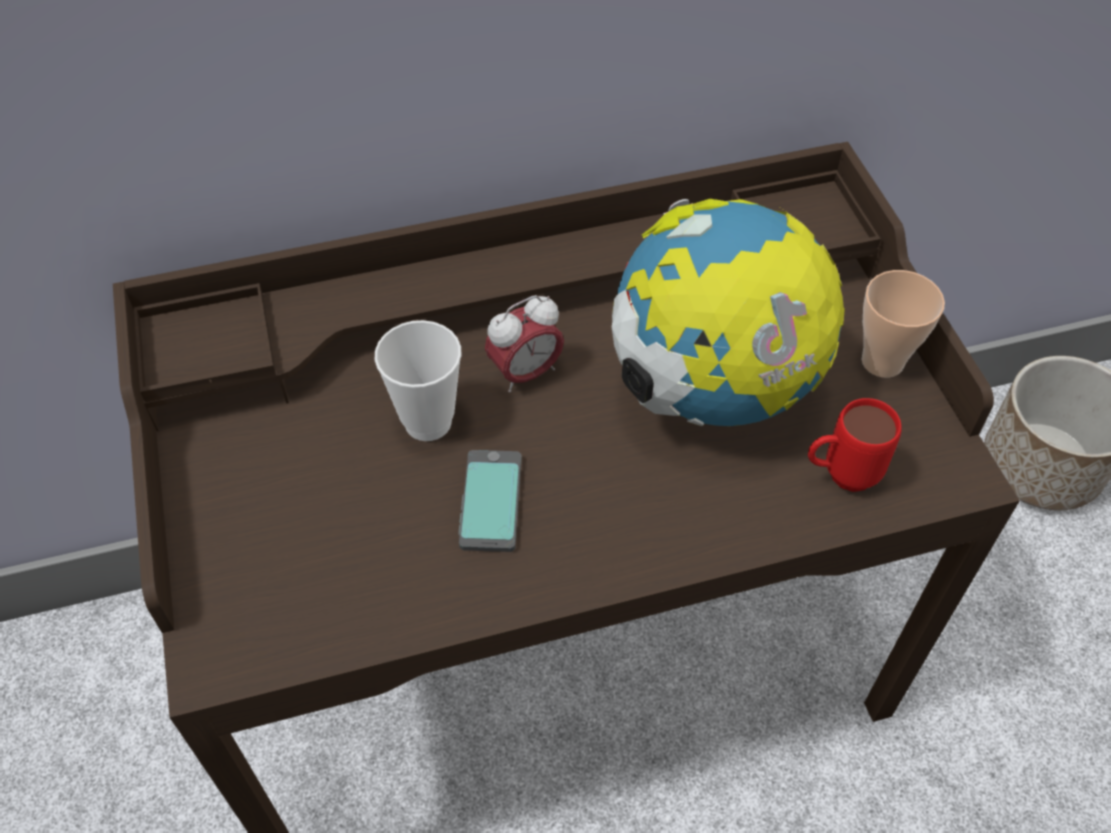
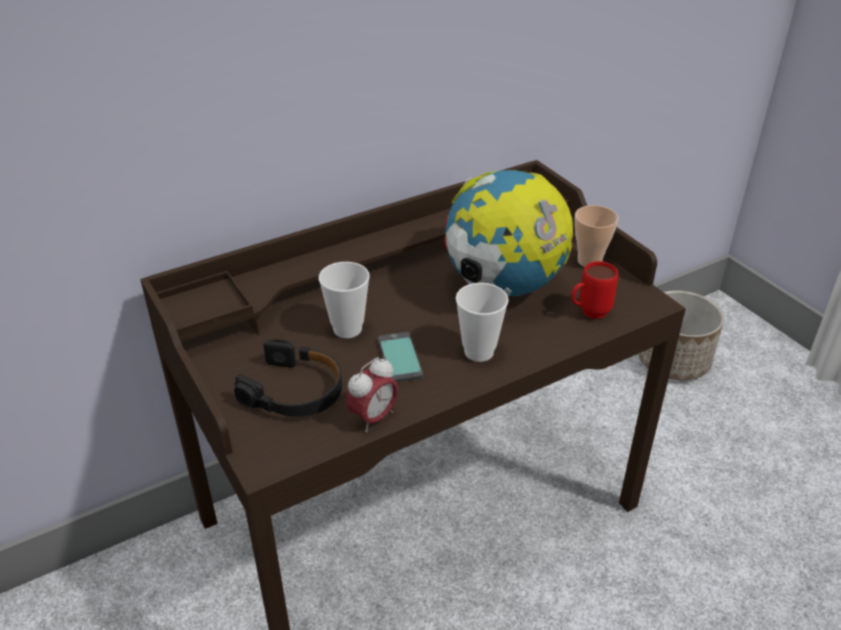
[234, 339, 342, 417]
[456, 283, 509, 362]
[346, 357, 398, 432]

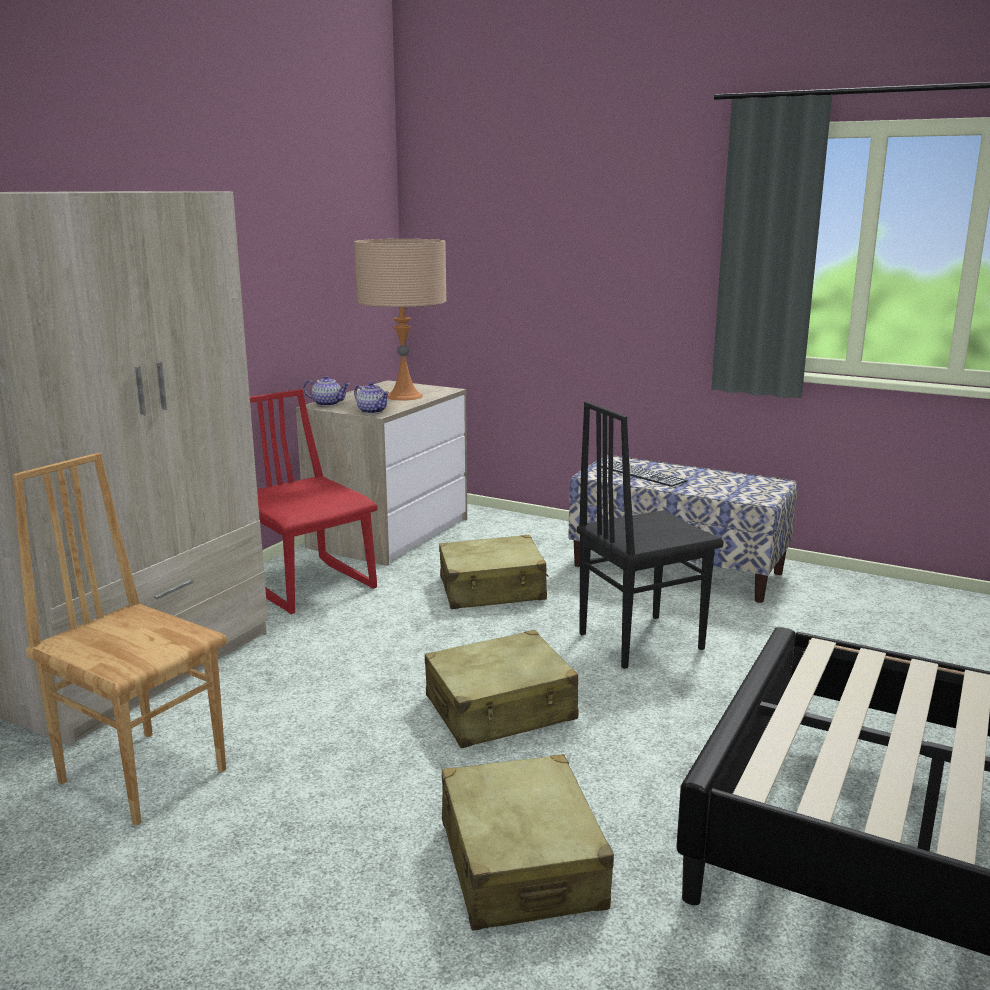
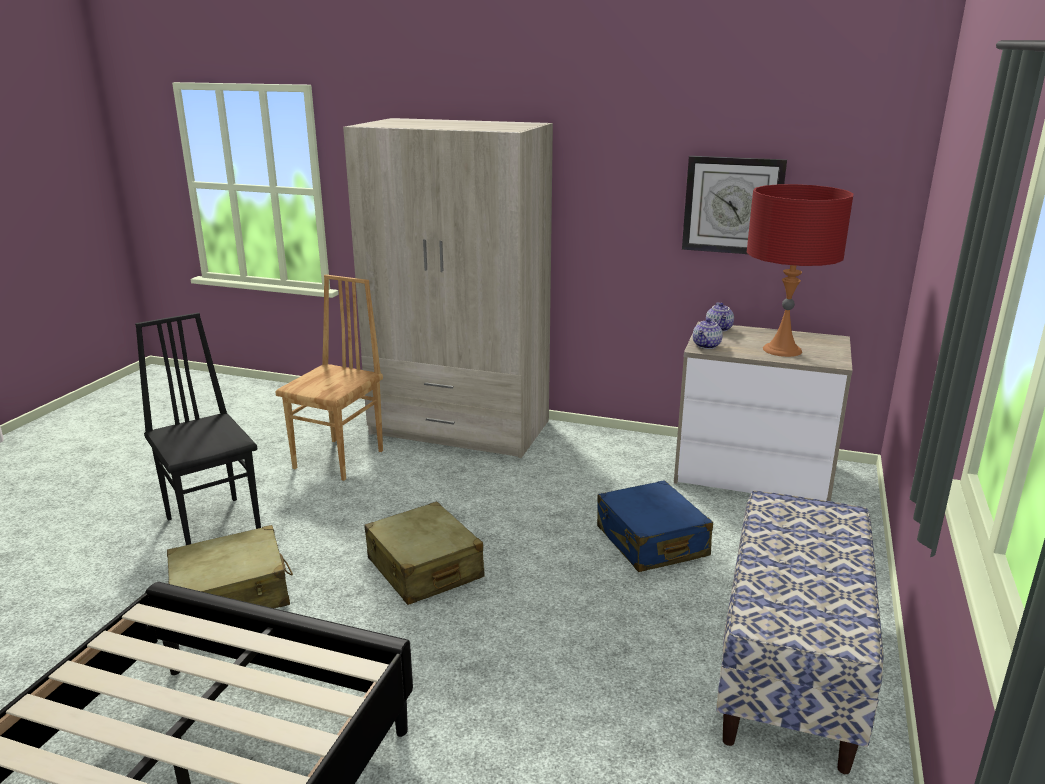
[250, 389, 378, 614] (first image)
[601, 461, 688, 487] (first image)
[682, 156, 787, 254]
[135, 313, 261, 545]
[747, 184, 853, 357]
[597, 480, 713, 572]

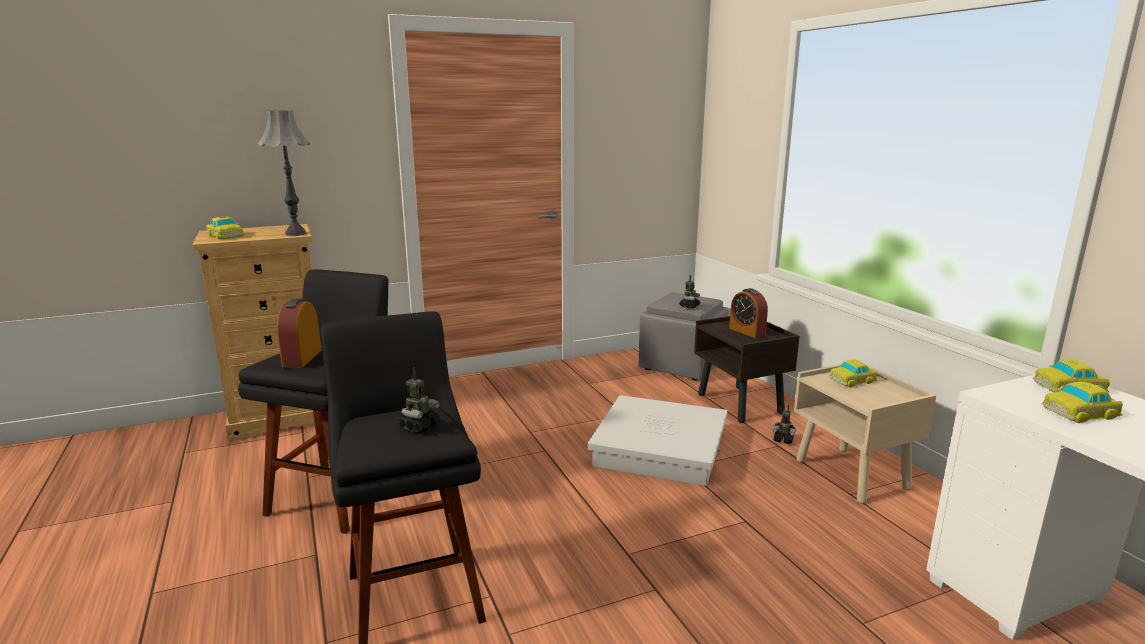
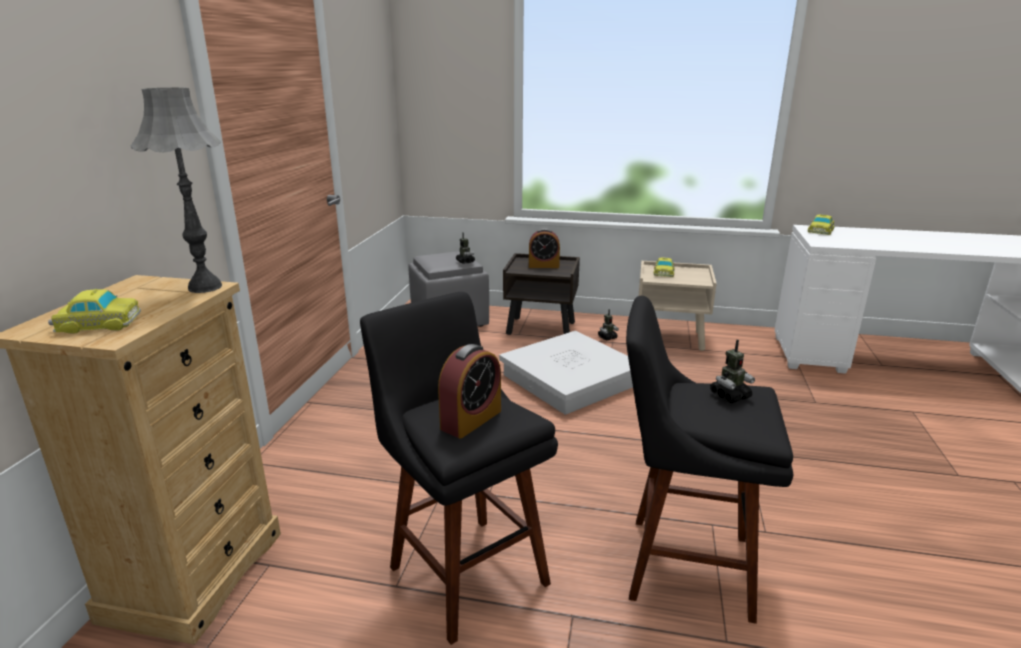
[1042, 382, 1123, 423] (first image)
[438, 344, 501, 438]
[710, 339, 755, 403]

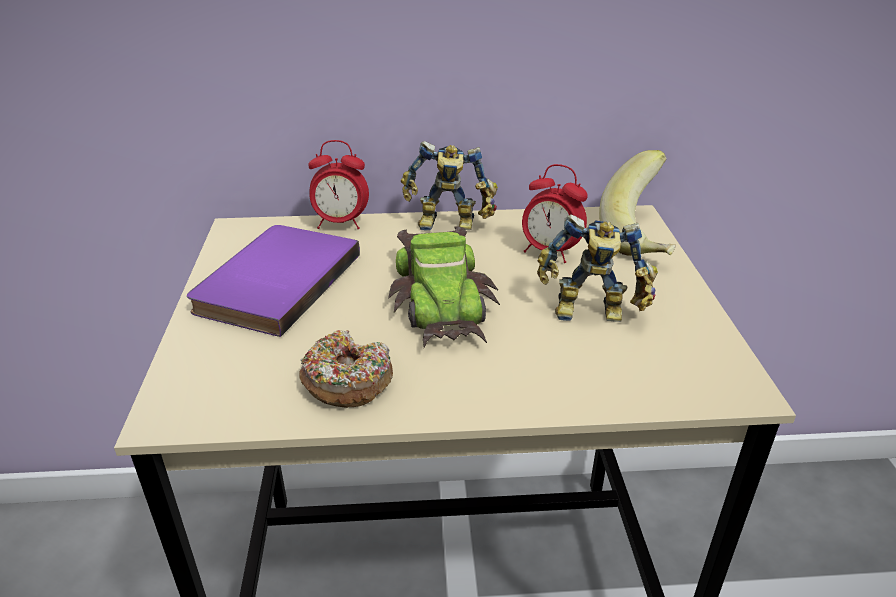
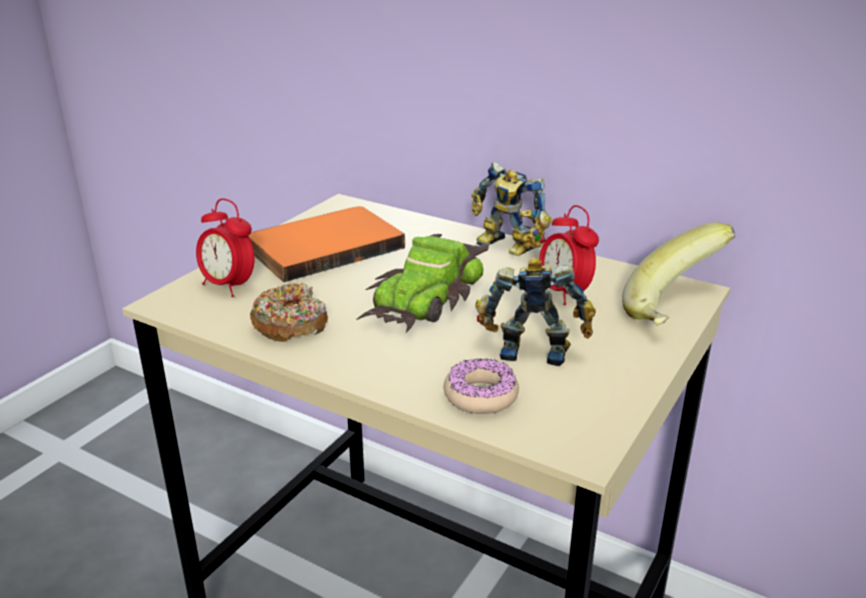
[444, 358, 519, 414]
[196, 198, 254, 297]
[248, 206, 405, 282]
[475, 257, 596, 366]

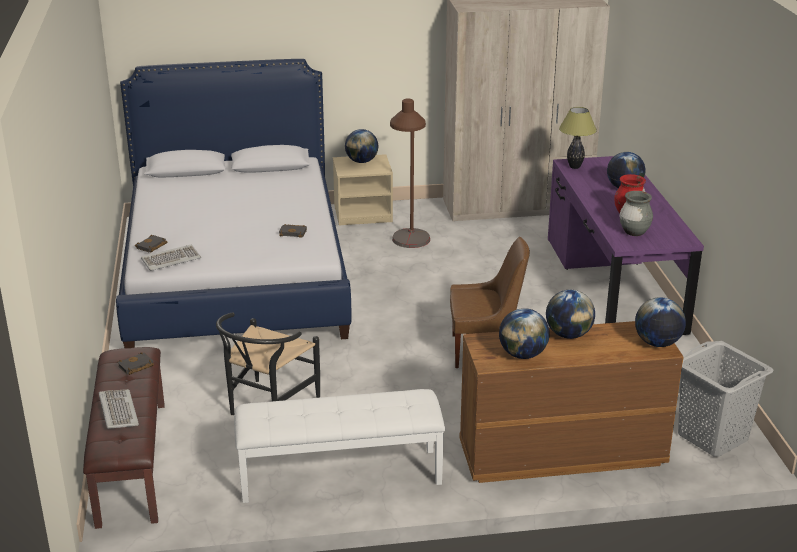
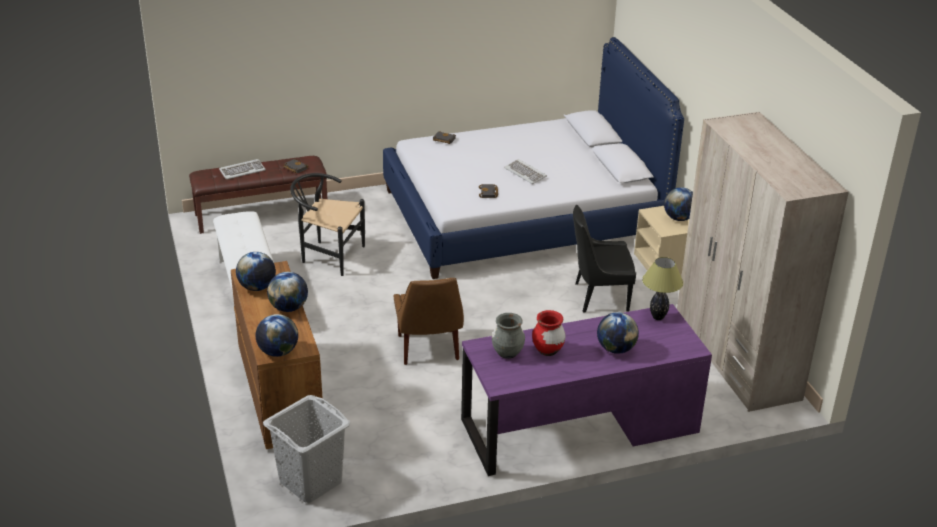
[504, 159, 547, 184]
[573, 205, 636, 313]

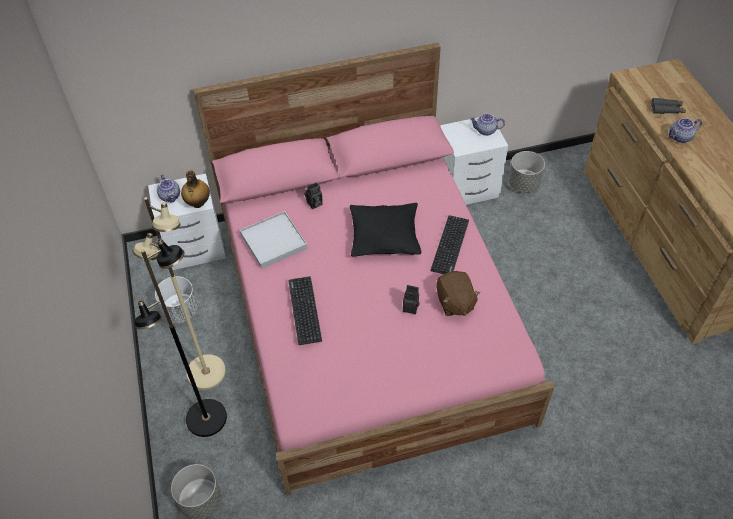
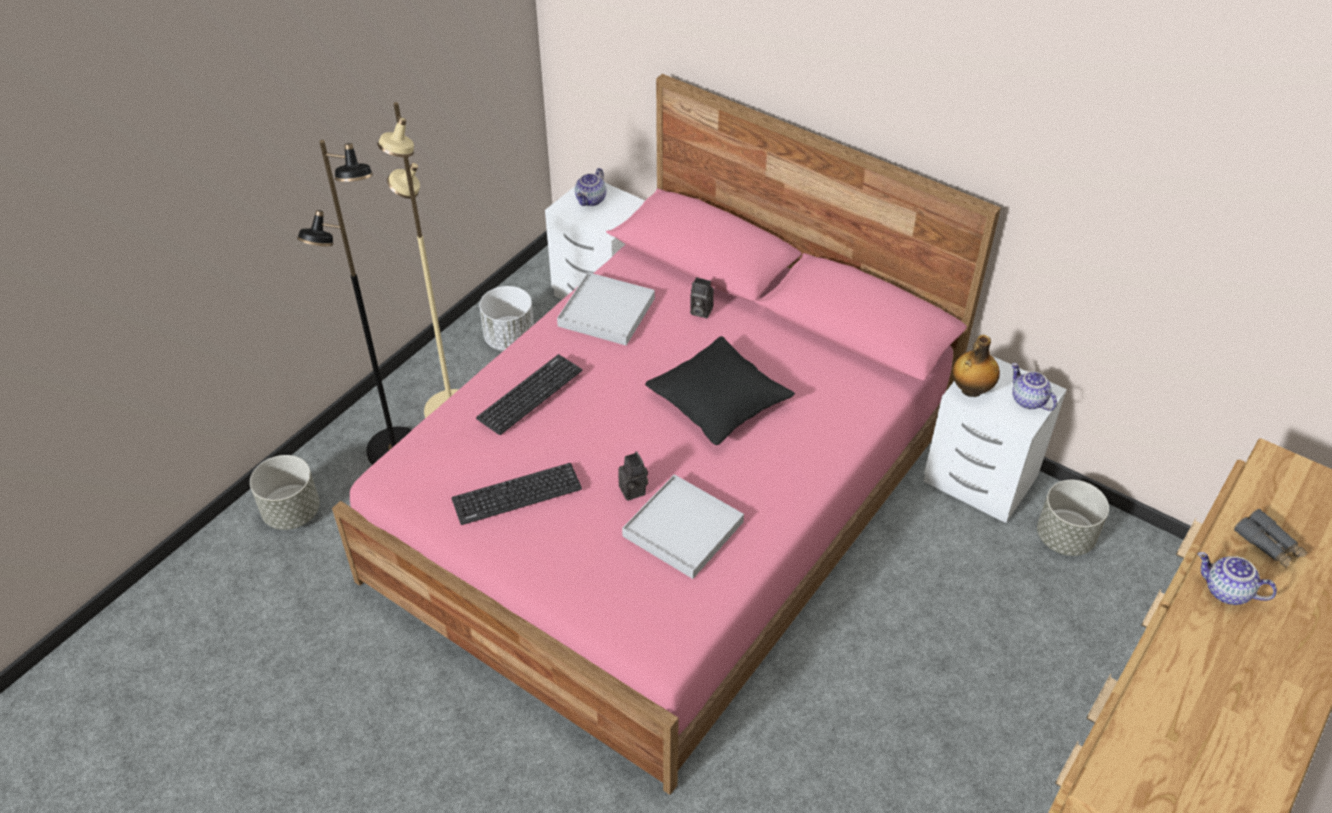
[952, 335, 1000, 397]
[452, 463, 582, 525]
[622, 474, 744, 579]

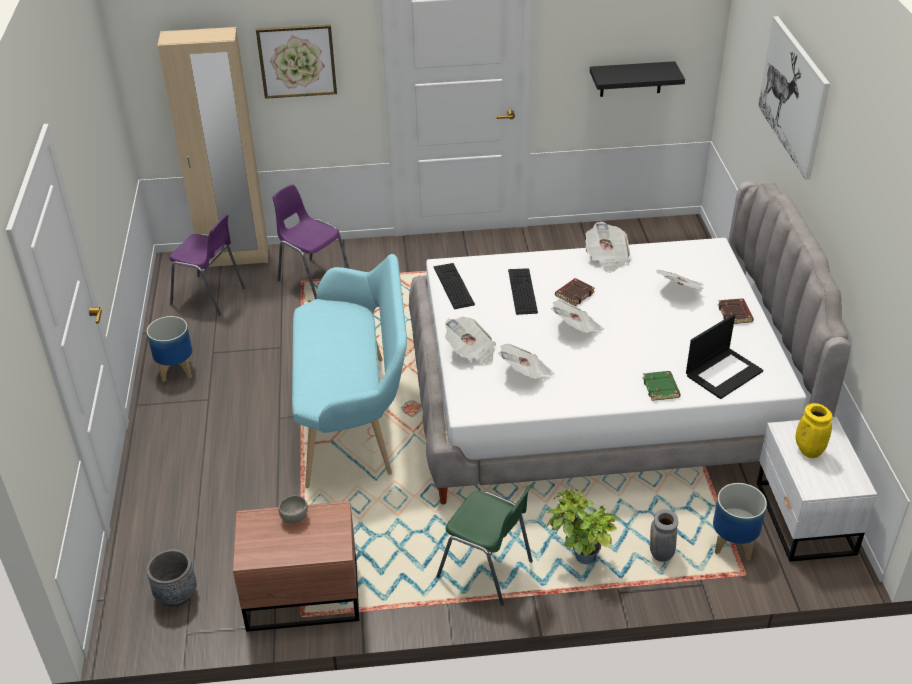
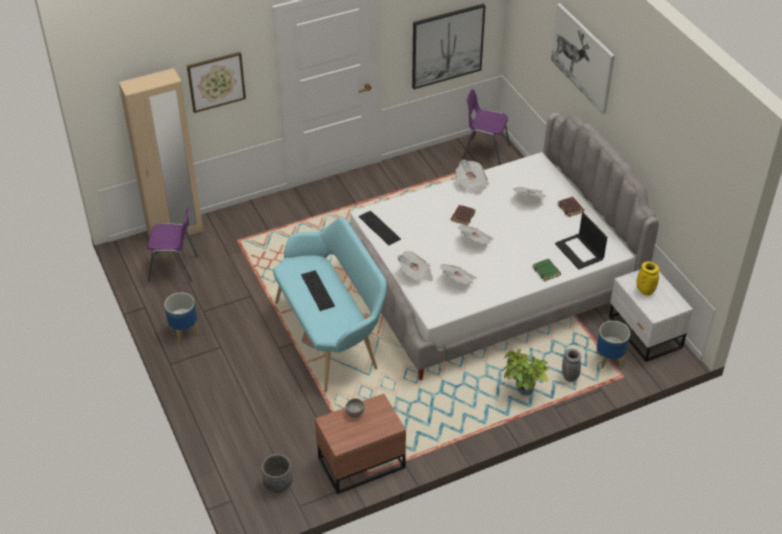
[436, 485, 533, 606] (first image)
[463, 89, 510, 165]
[301, 270, 335, 311]
[412, 3, 486, 89]
[555, 212, 607, 270]

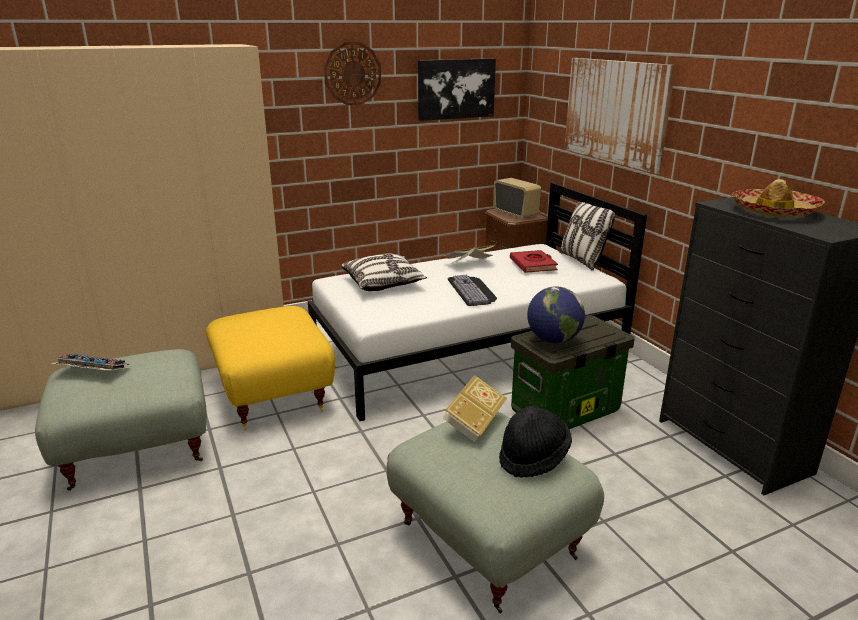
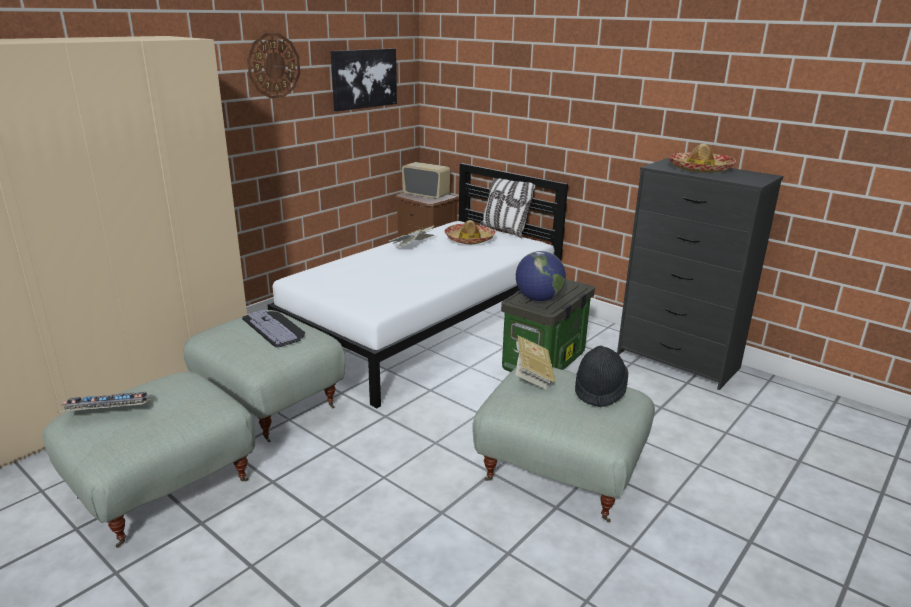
[341, 253, 427, 291] (first image)
[564, 58, 676, 174] (first image)
[242, 310, 305, 347]
[445, 220, 495, 244]
[183, 310, 345, 442]

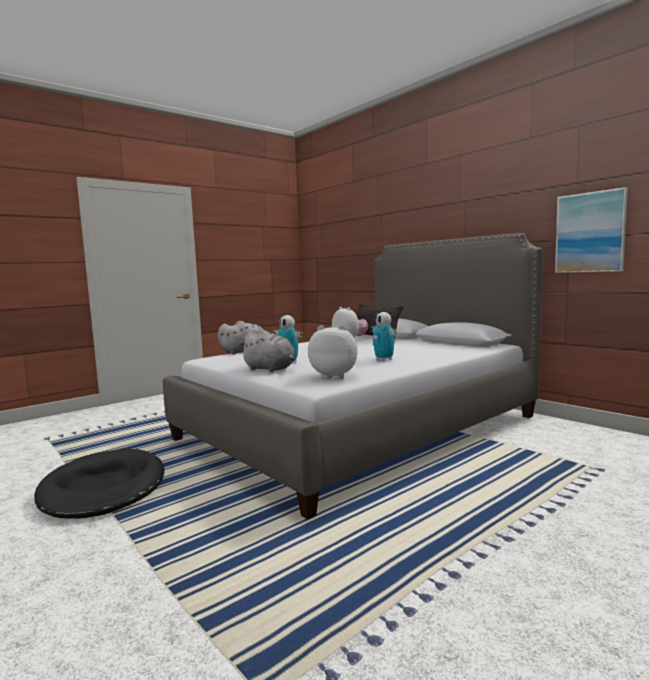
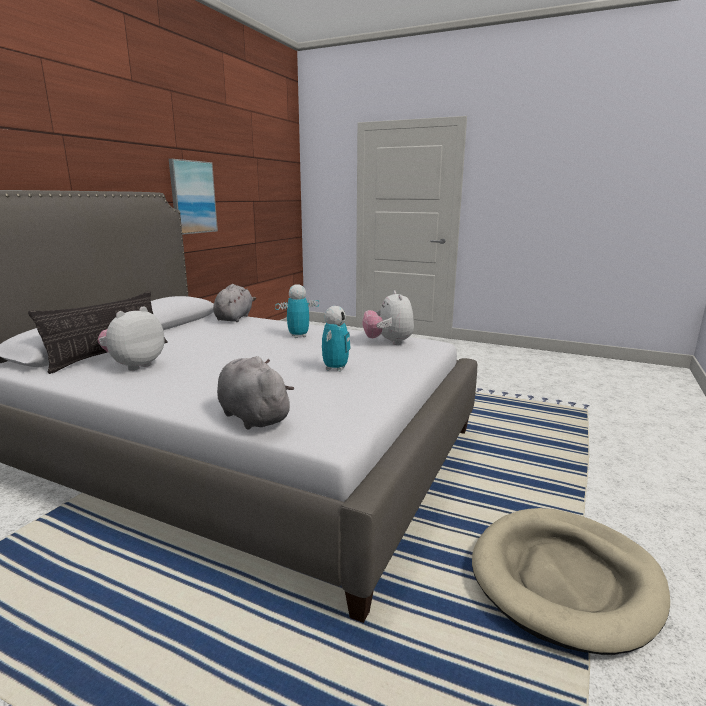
[213, 284, 256, 322]
[472, 508, 670, 655]
[275, 284, 319, 338]

